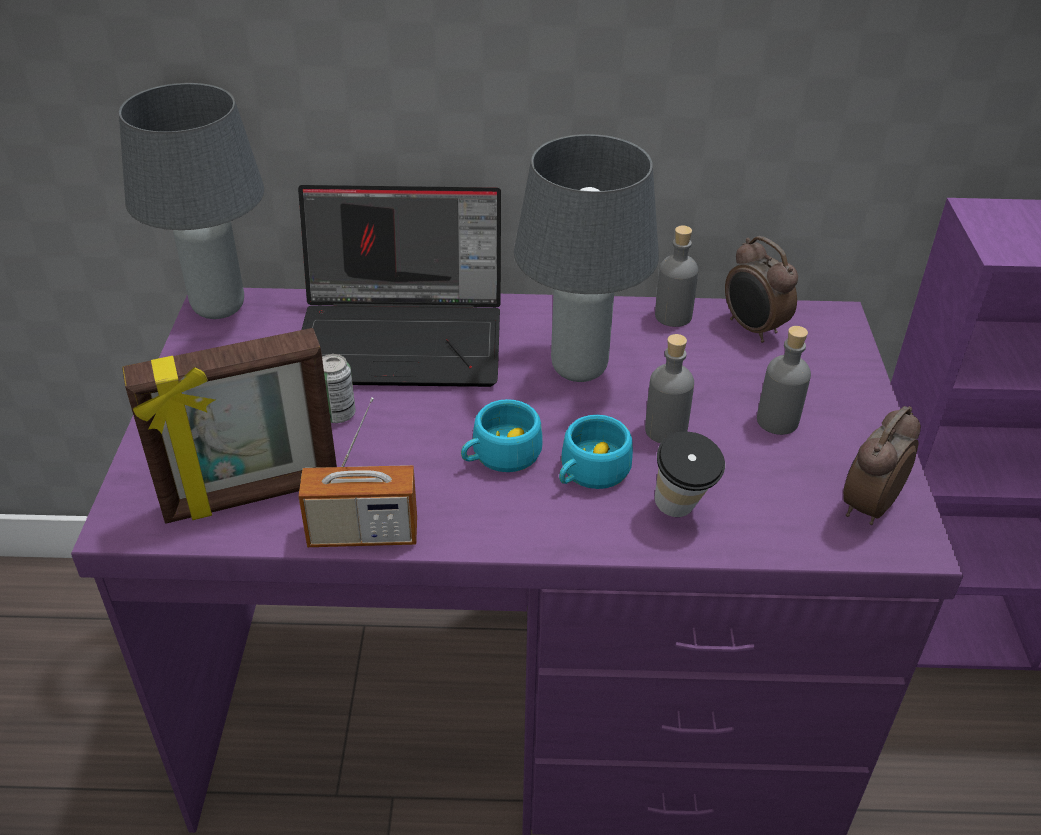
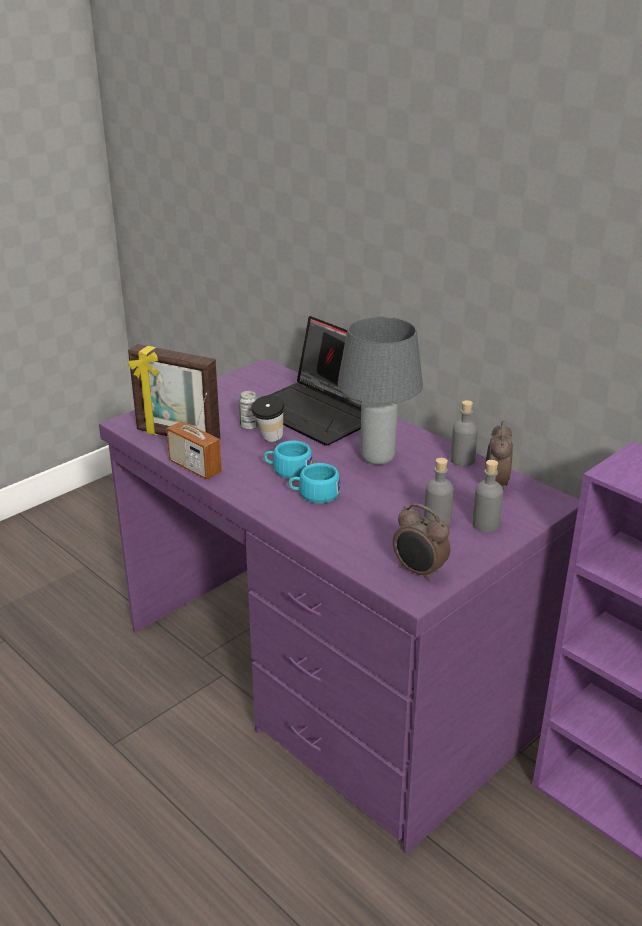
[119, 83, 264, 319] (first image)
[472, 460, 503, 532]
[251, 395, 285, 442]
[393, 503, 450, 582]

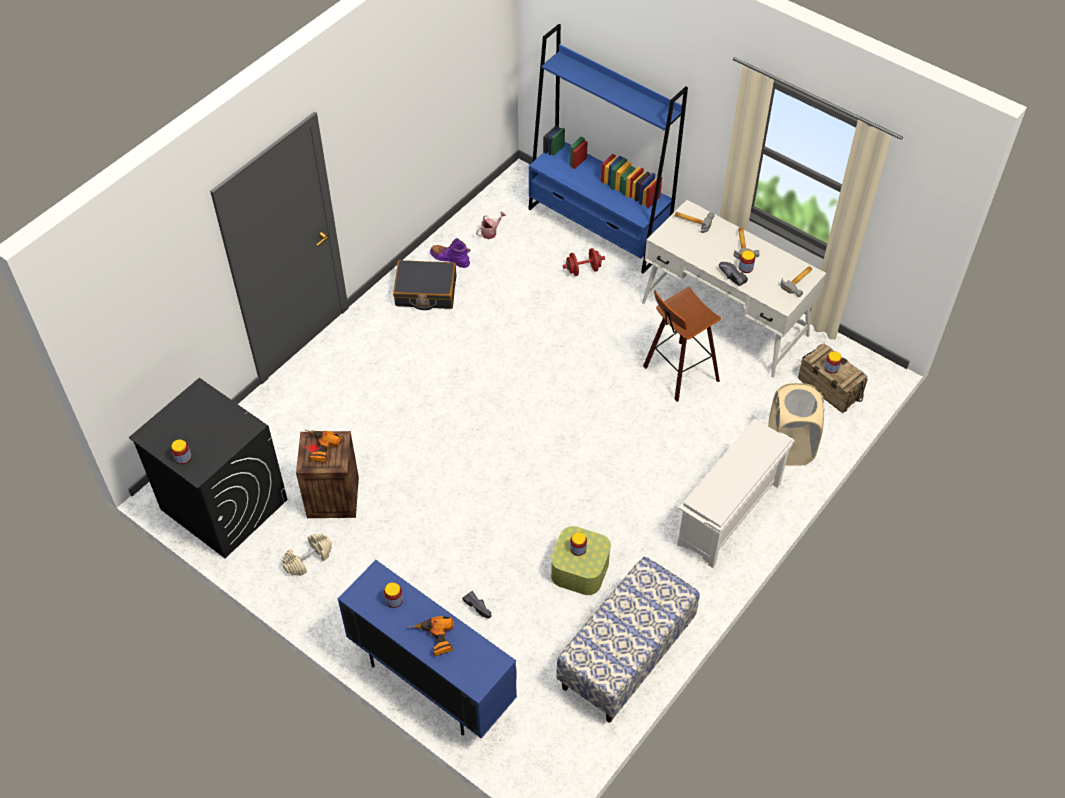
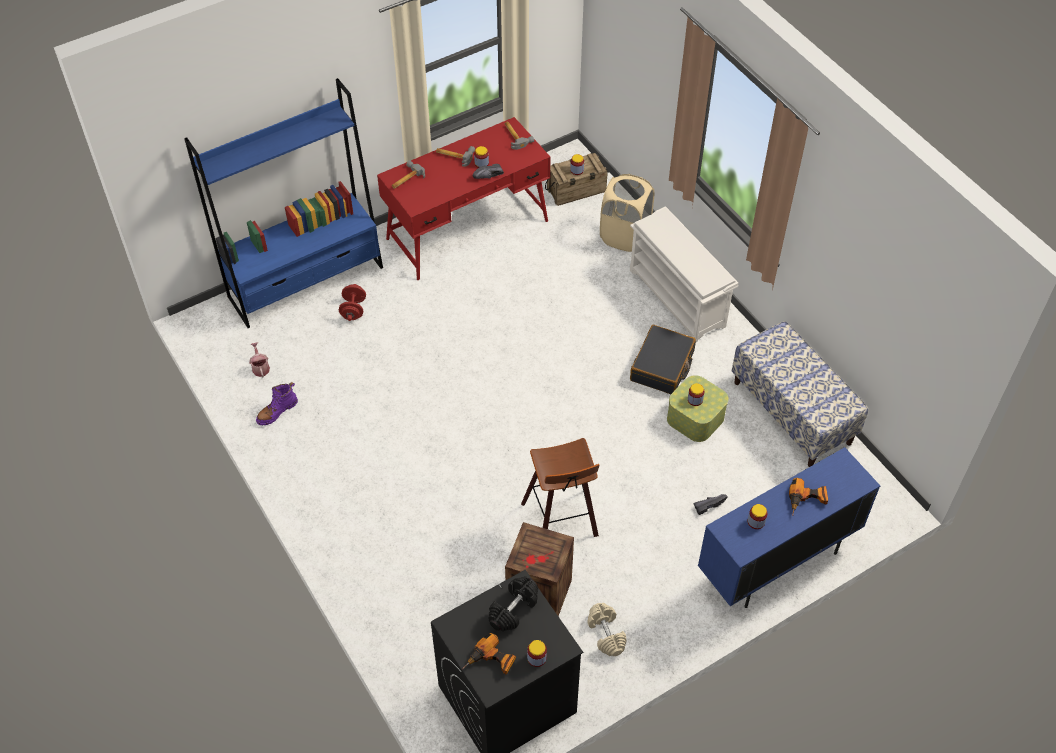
[489, 576, 538, 632]
[462, 633, 516, 674]
[630, 325, 696, 394]
[521, 438, 600, 537]
[377, 117, 551, 280]

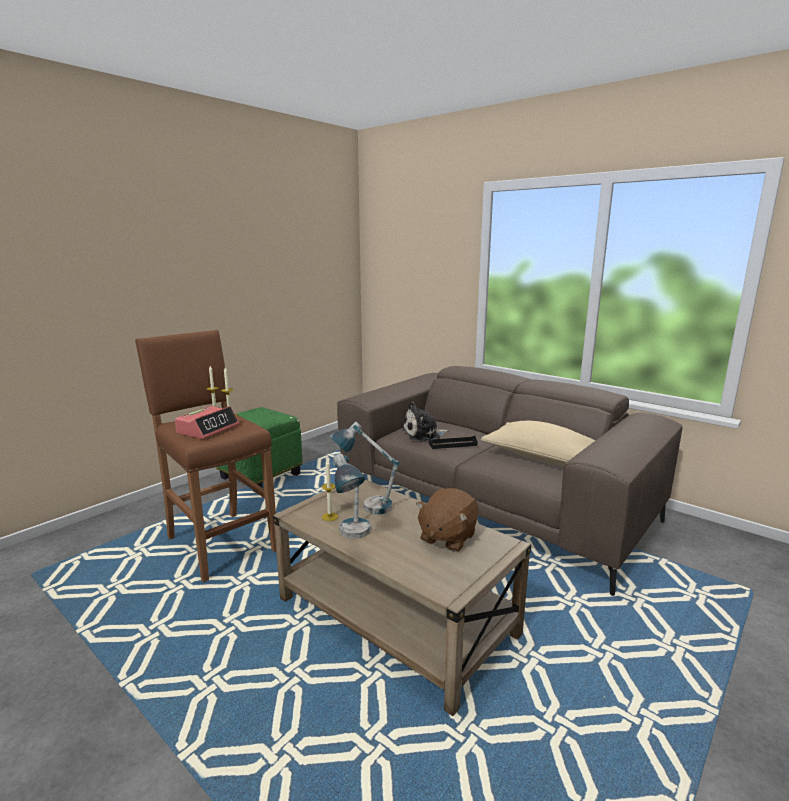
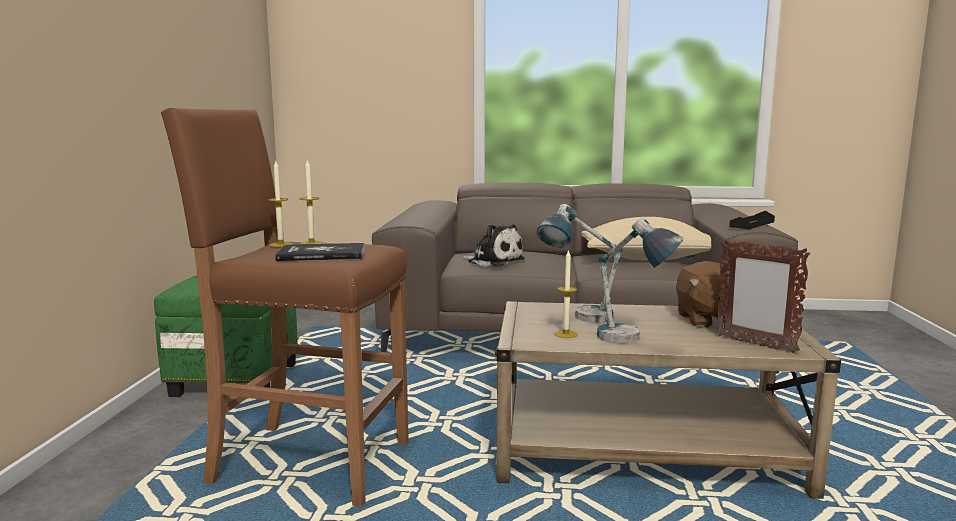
[716, 240, 810, 353]
[729, 211, 775, 229]
[275, 243, 364, 261]
[461, 224, 525, 267]

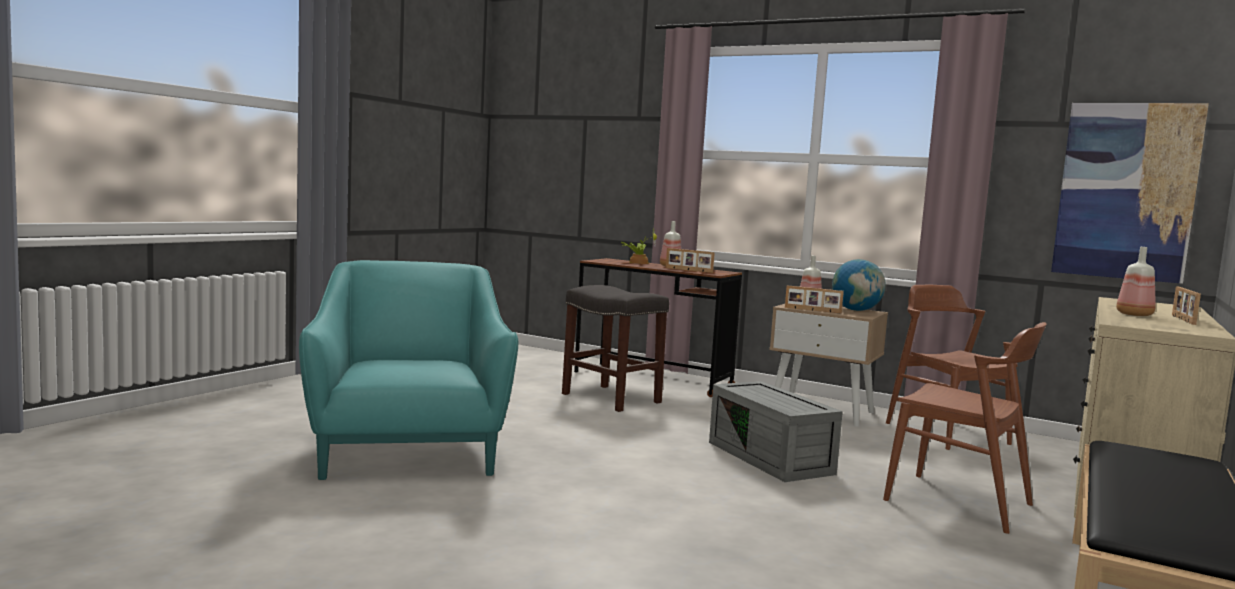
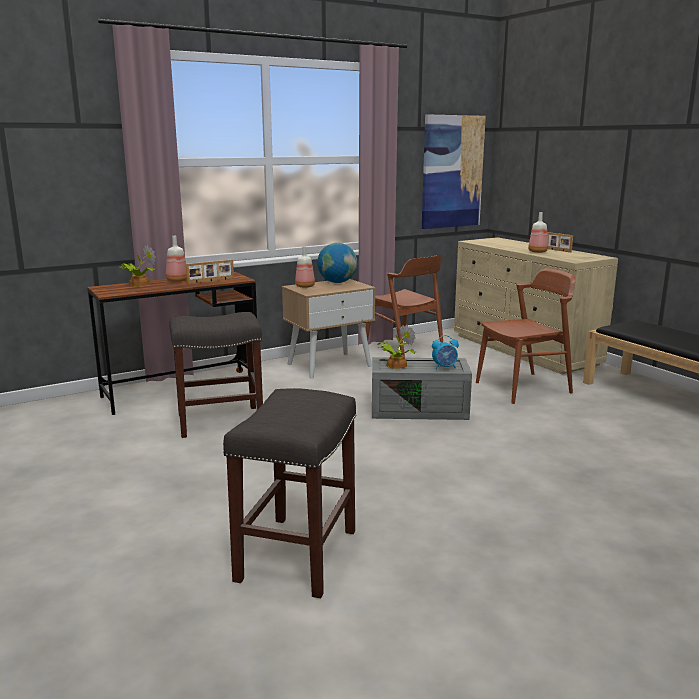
[785, 285, 844, 313] (first image)
[377, 324, 416, 369]
[432, 335, 459, 369]
[223, 388, 357, 598]
[366, 255, 443, 358]

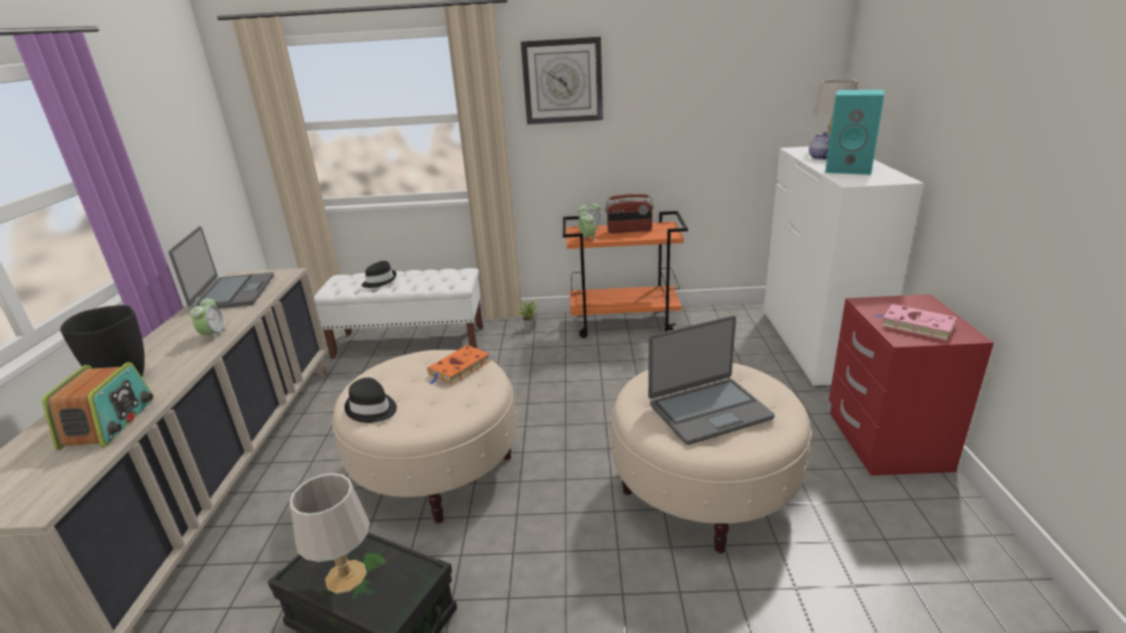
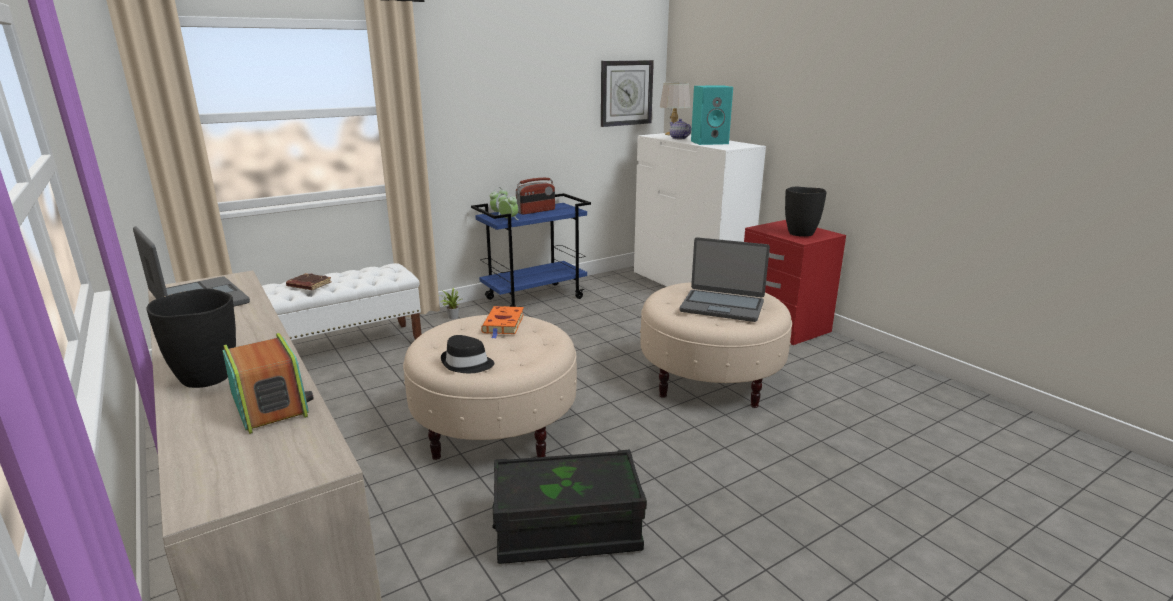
[190, 297, 227, 342] (first image)
[290, 473, 370, 594] (first image)
[601, 60, 654, 127]
[286, 273, 331, 290]
[785, 186, 827, 237]
[471, 193, 591, 307]
[679, 237, 770, 322]

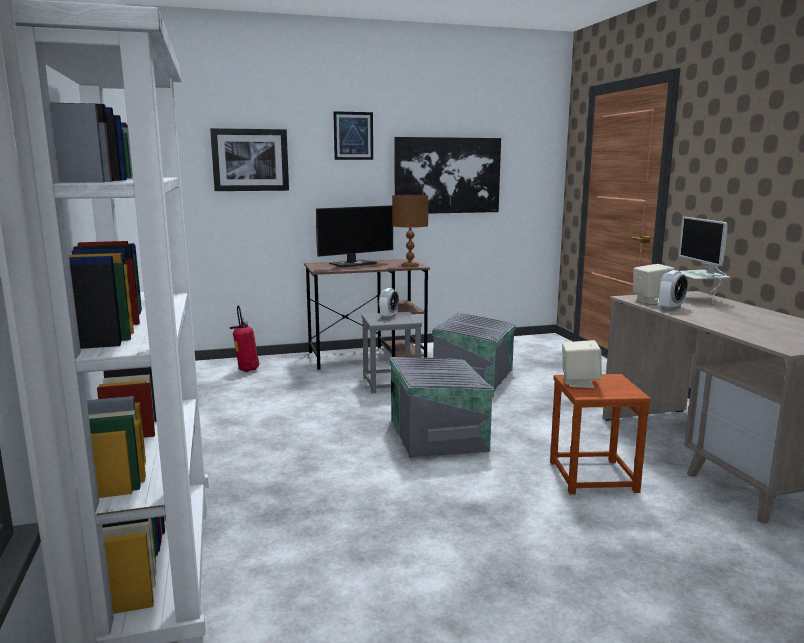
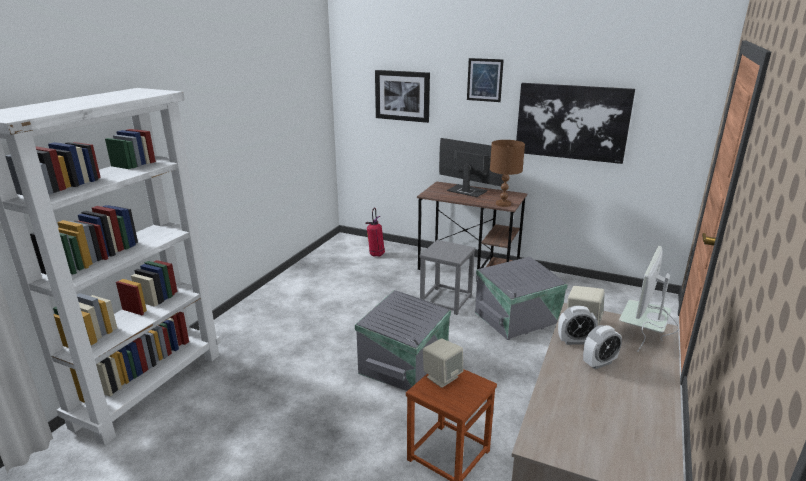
[583, 325, 622, 369]
[439, 138, 504, 197]

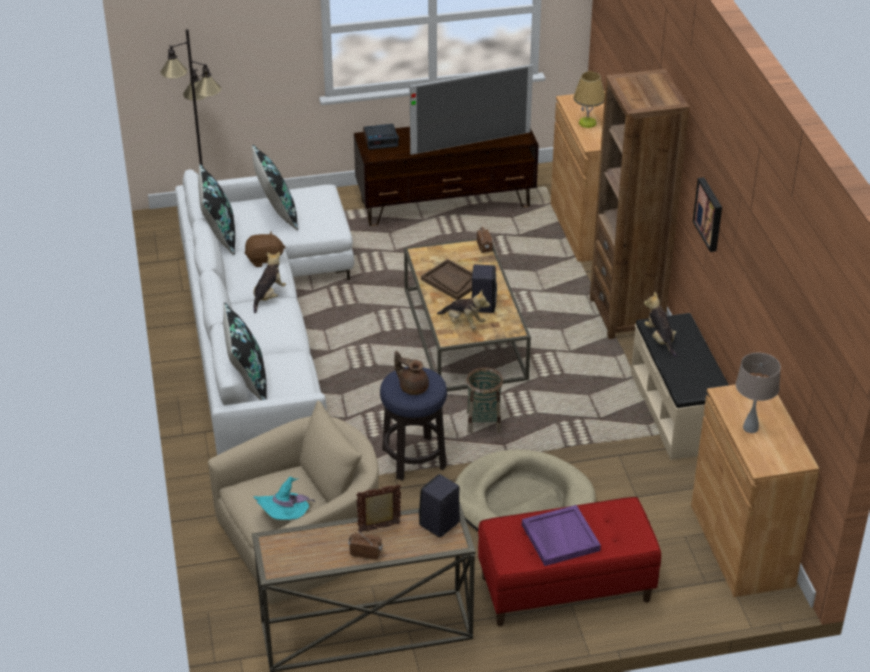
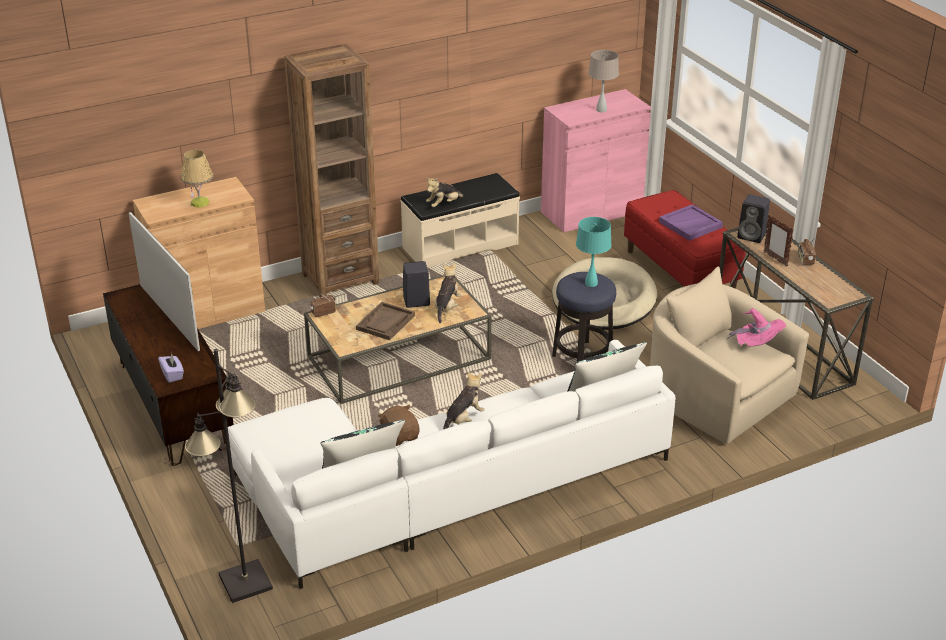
[252, 144, 298, 230] (first image)
[466, 367, 503, 434] (first image)
[693, 177, 722, 252] (first image)
[158, 353, 184, 383]
[576, 217, 612, 287]
[726, 308, 786, 347]
[541, 89, 651, 232]
[443, 372, 485, 429]

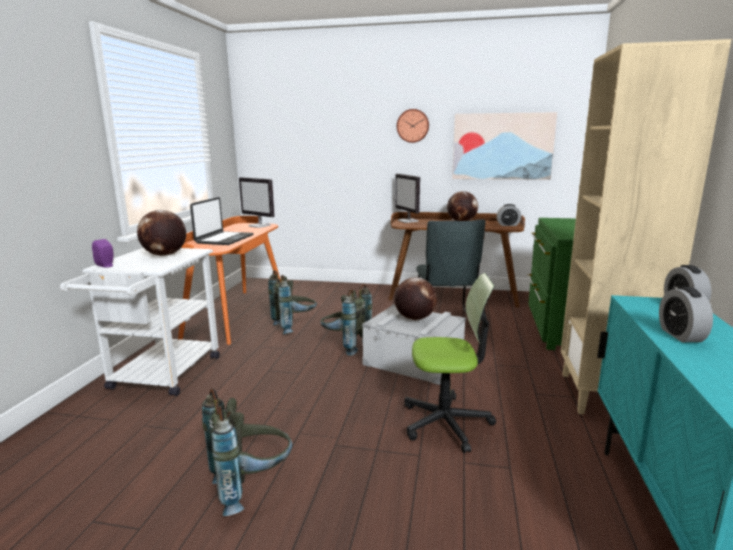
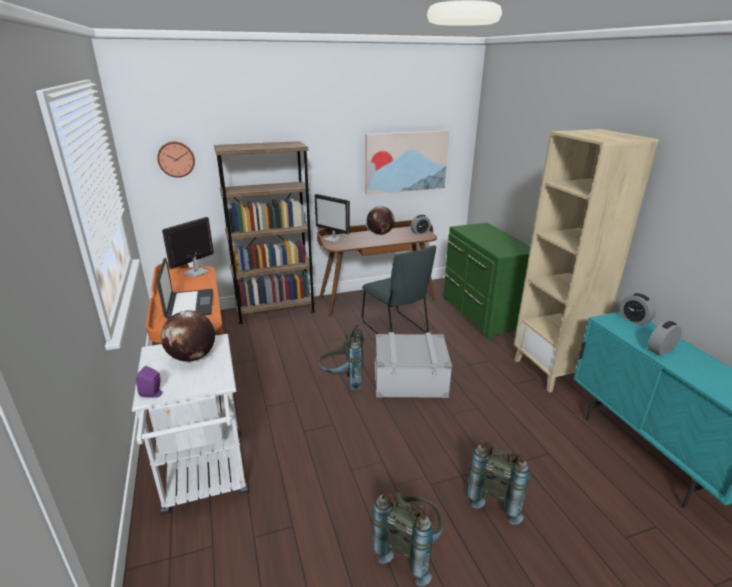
[394, 277, 437, 320] (first image)
[404, 273, 496, 453] (first image)
[214, 141, 315, 324]
[467, 442, 530, 525]
[157, 141, 195, 178]
[162, 217, 214, 277]
[648, 321, 682, 356]

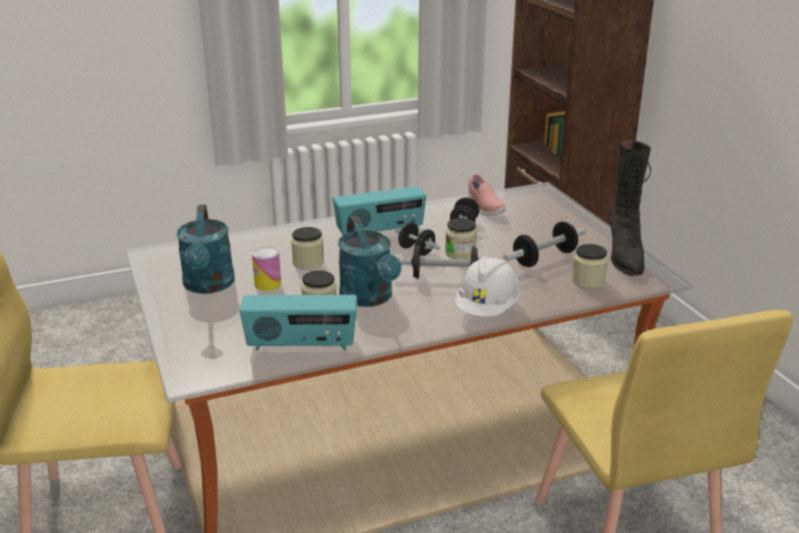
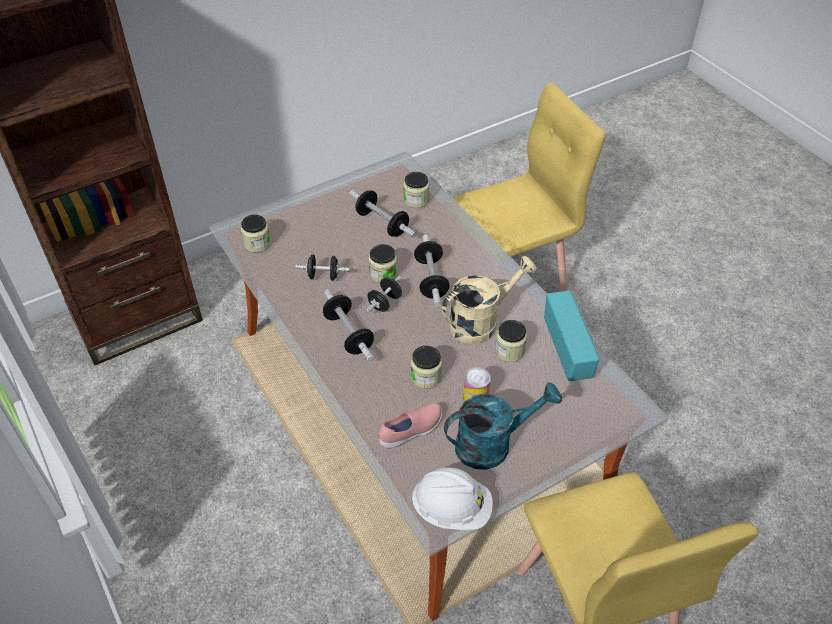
[610, 140, 651, 276] (first image)
[241, 215, 271, 253]
[411, 467, 493, 530]
[379, 403, 442, 448]
[323, 289, 374, 362]
[442, 256, 537, 344]

